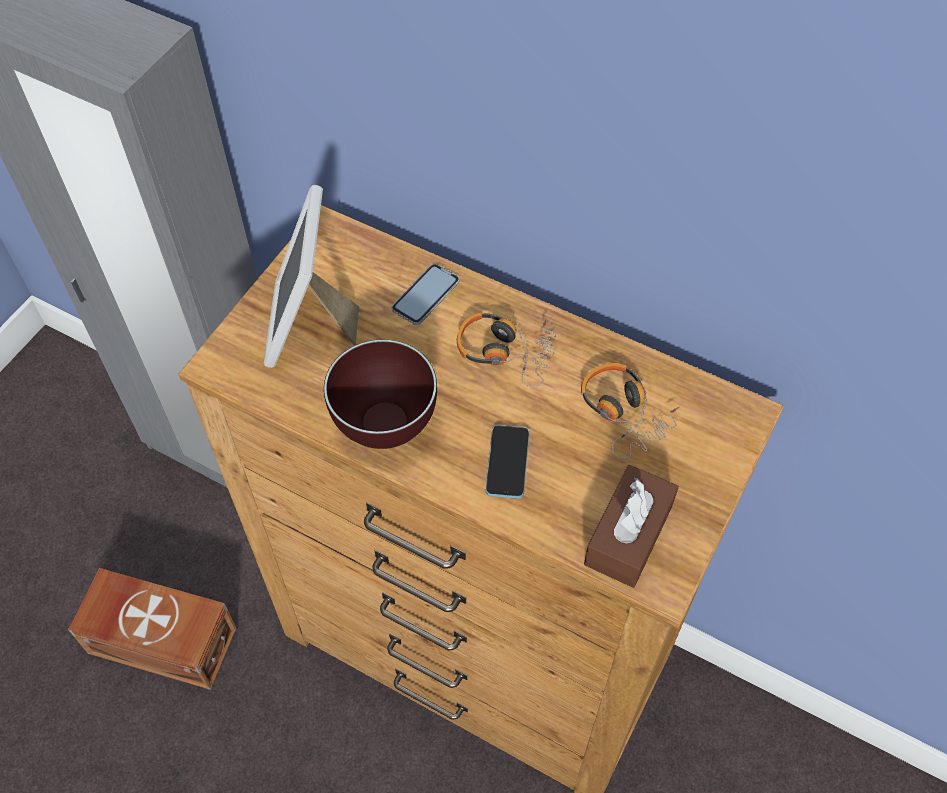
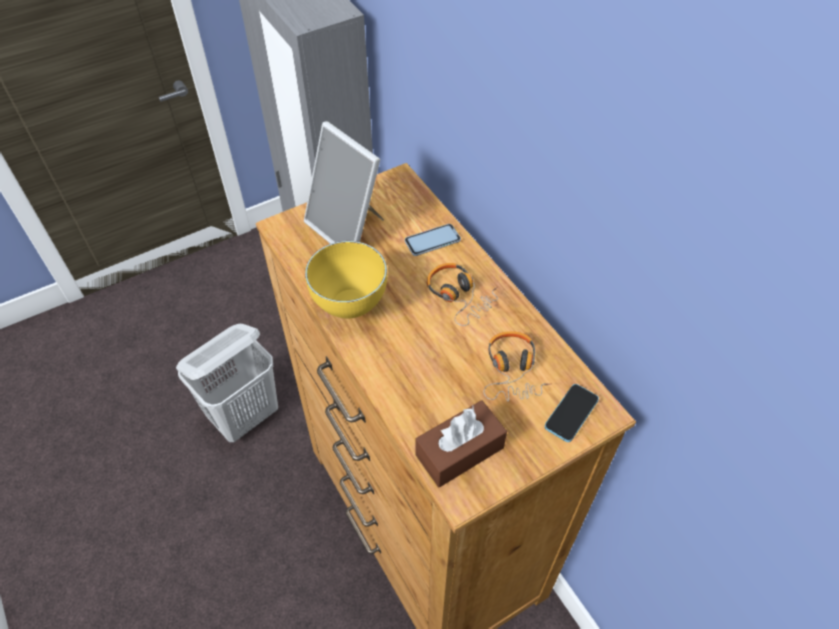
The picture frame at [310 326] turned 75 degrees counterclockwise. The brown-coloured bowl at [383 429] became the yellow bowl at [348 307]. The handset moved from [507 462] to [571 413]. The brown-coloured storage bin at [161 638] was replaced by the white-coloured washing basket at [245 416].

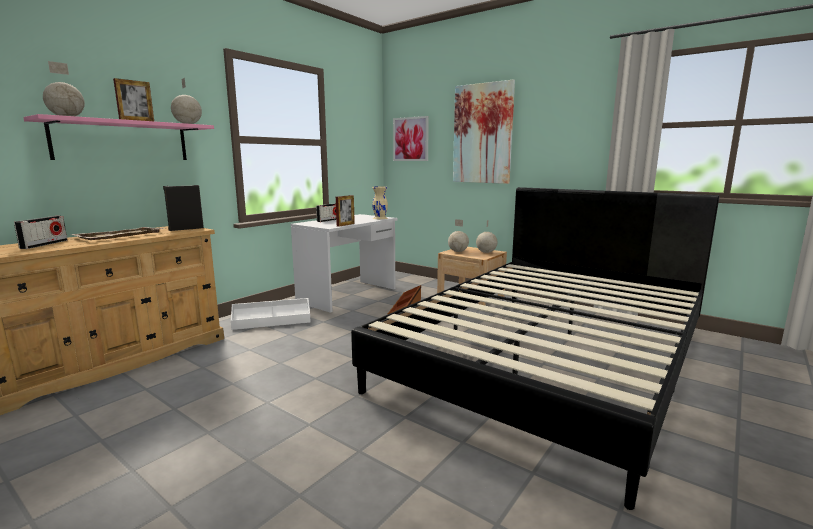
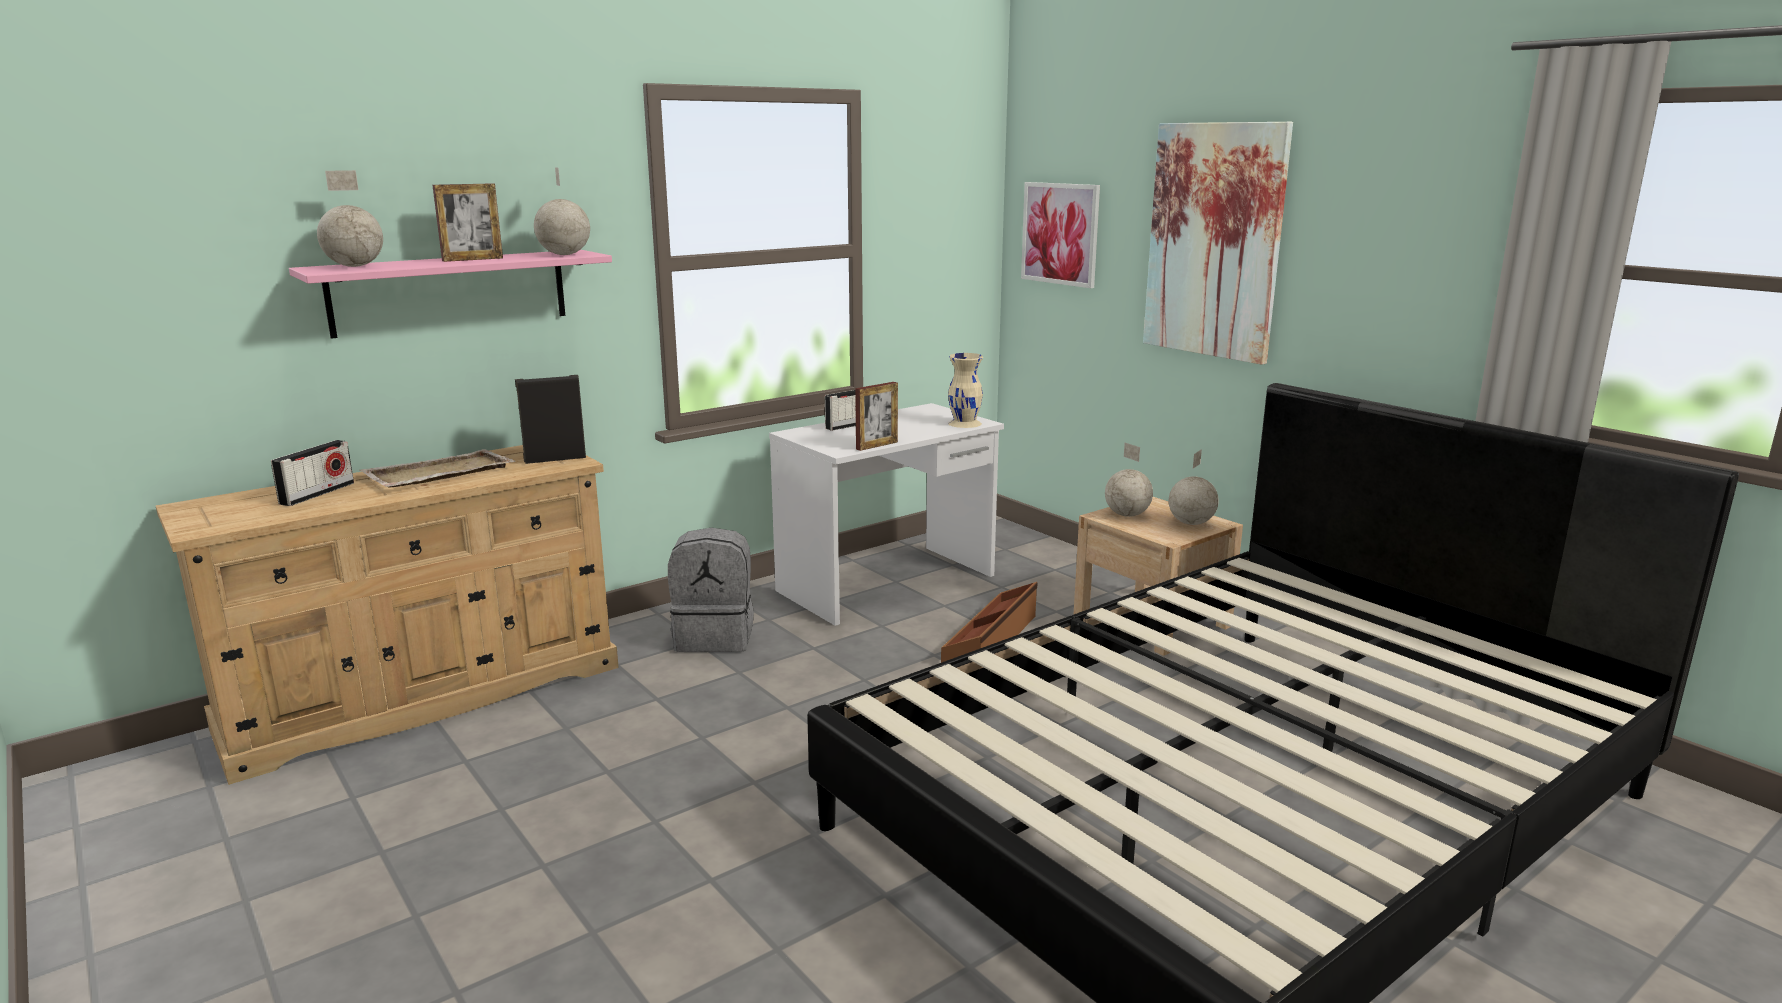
The white-coloured storage bin at [272 322] was replaced by the greyish knapsack at [715 637].

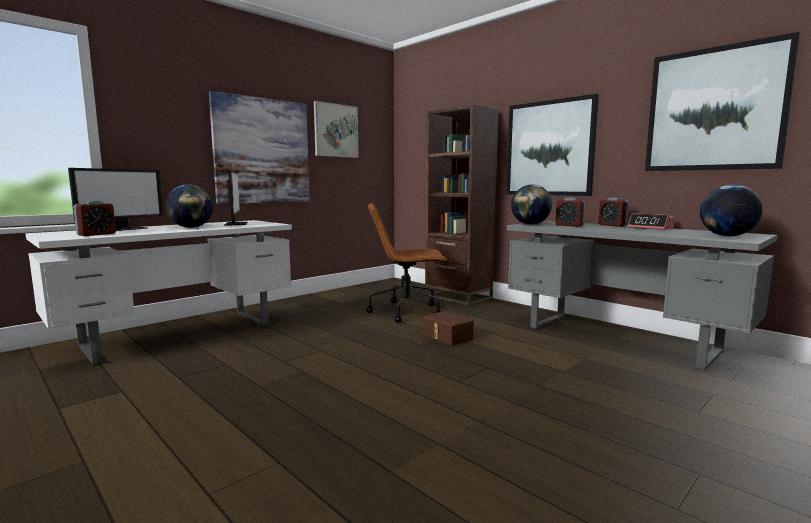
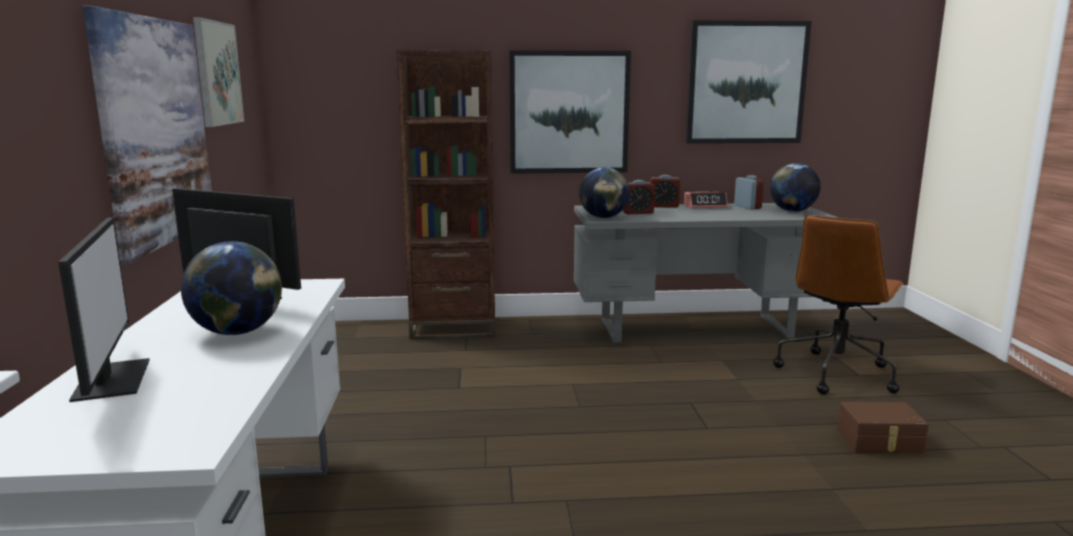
The table clock moved from [96 234] to [747 207]. The brown-coloured desk chair moved from [407 311] to [836 373]. The brown-coloured storage bin moved from [447 337] to [880 441].

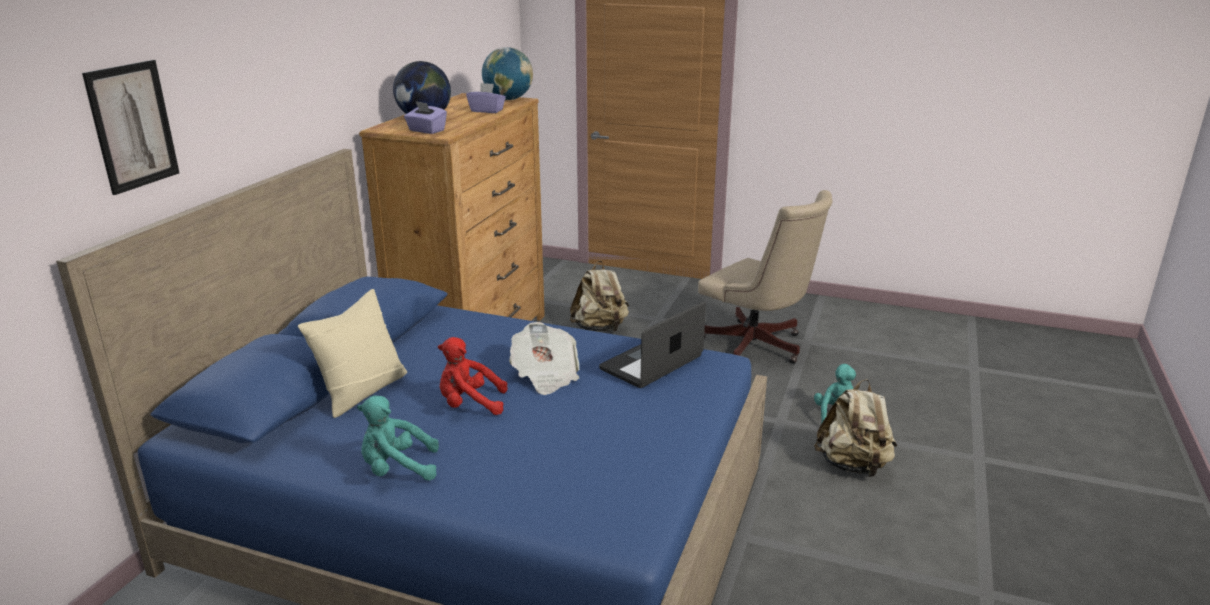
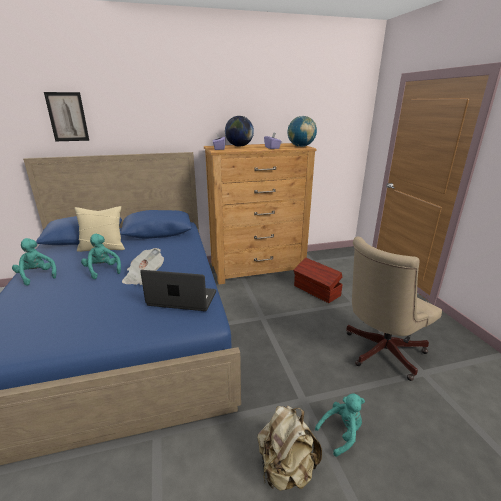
The beige desk chair at [757 347] turned 45 degrees clockwise. The beige knapsack at [600 328] was replaced by the brown-coloured storage bin at [316 291]. The red-coloured soft toy at [470 404] became the turquoise soft toy at [103 270].

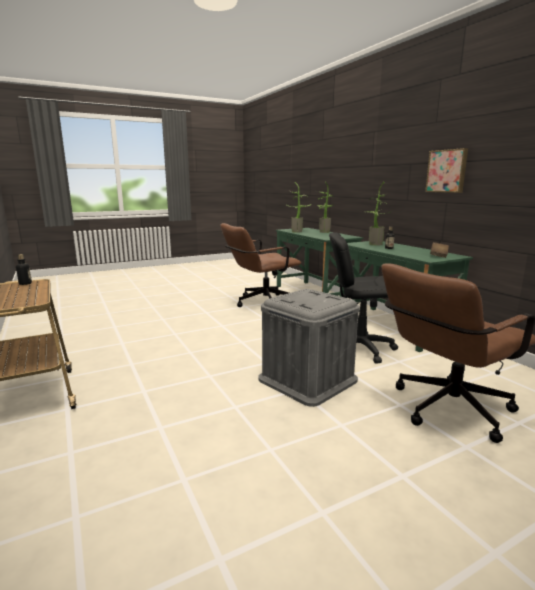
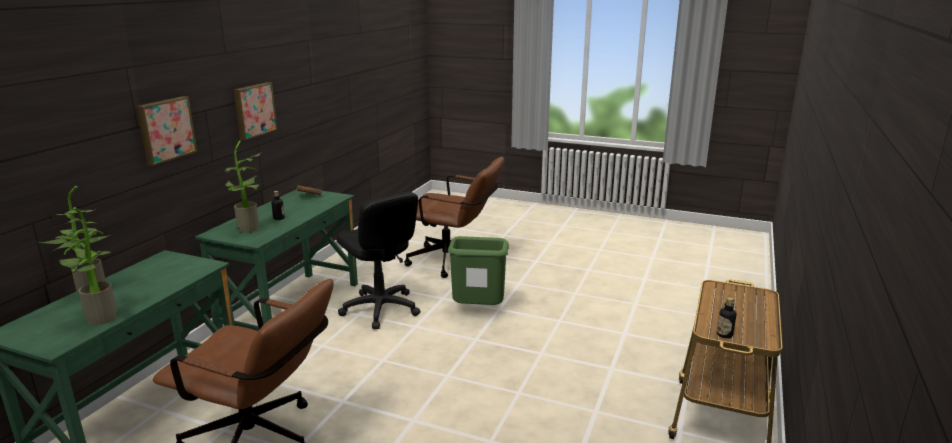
The greyish storage bin at [307 379] was replaced by the green-coloured rubbish bin at [478 311]. The wall art at [165 129] appeared.

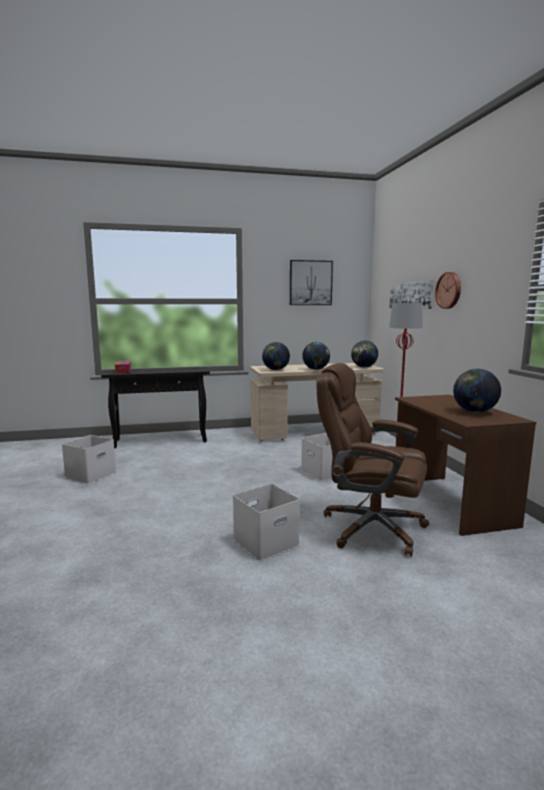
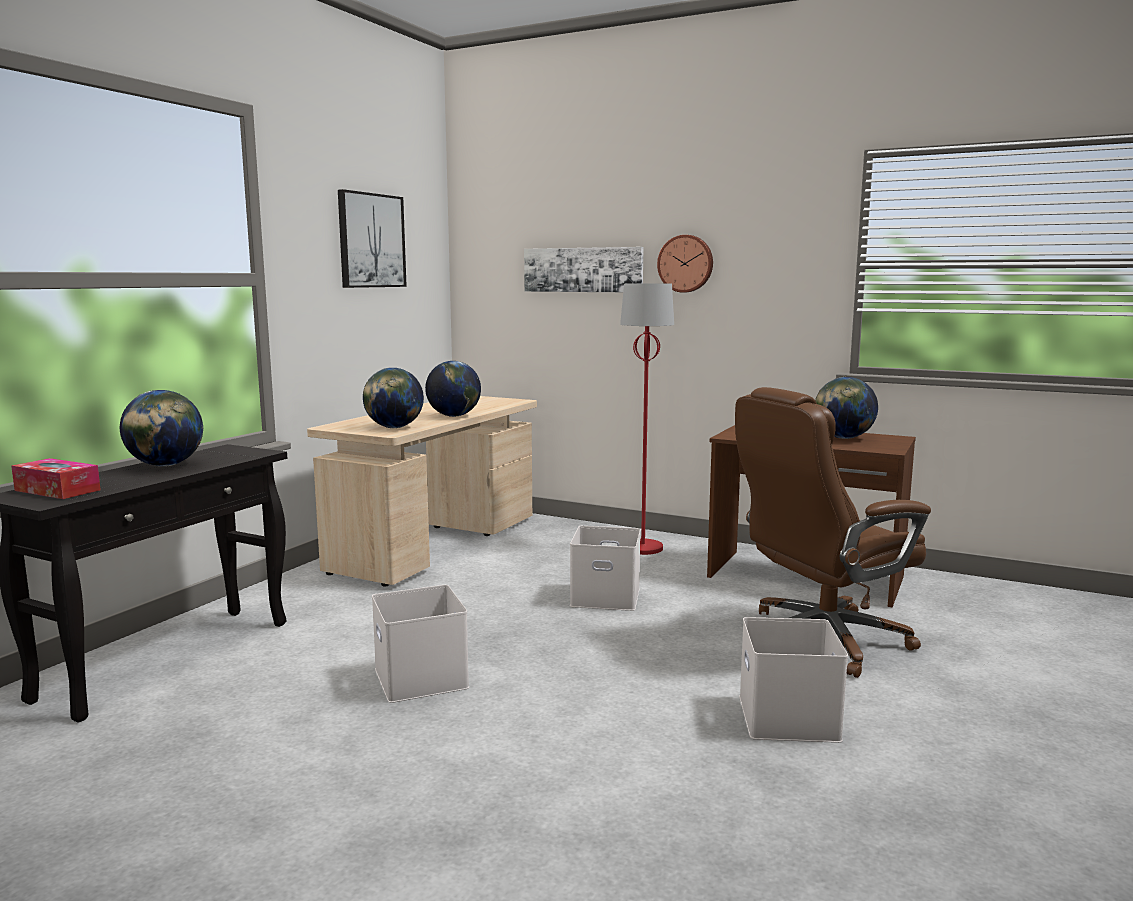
The globe moved from [364 367] to [165 465]. The white-coloured storage bin moved from [90 475] to [423 678].

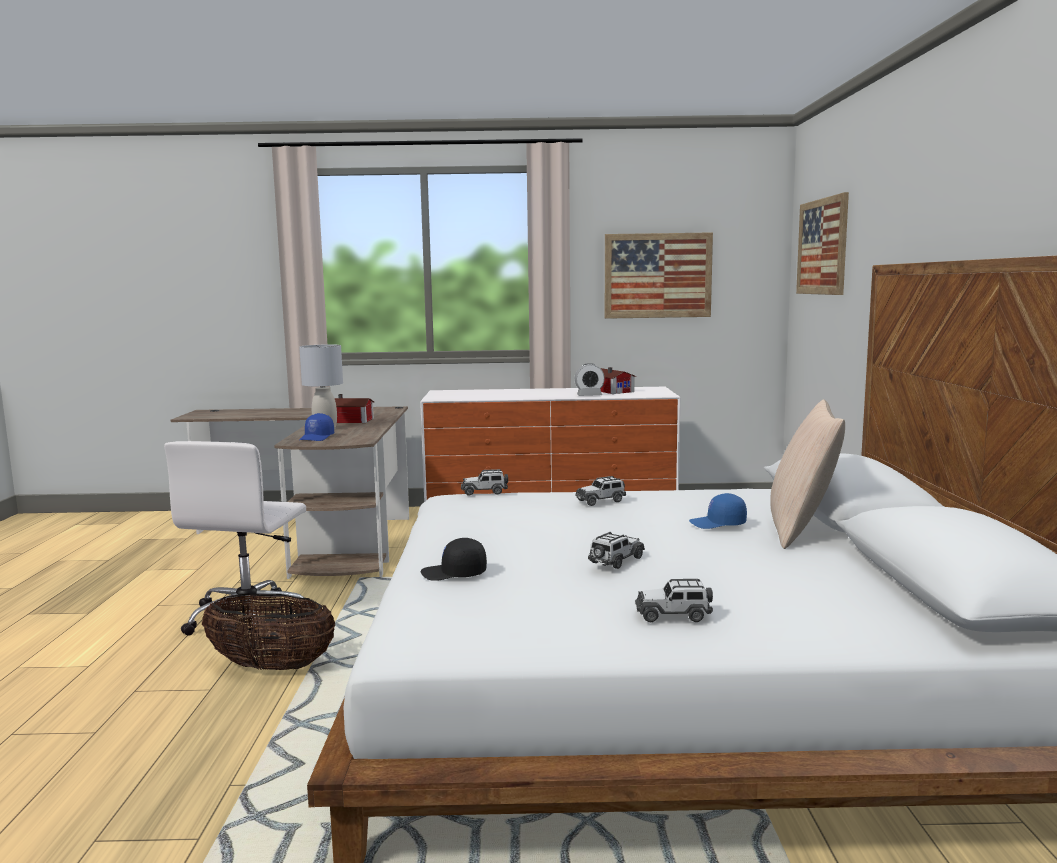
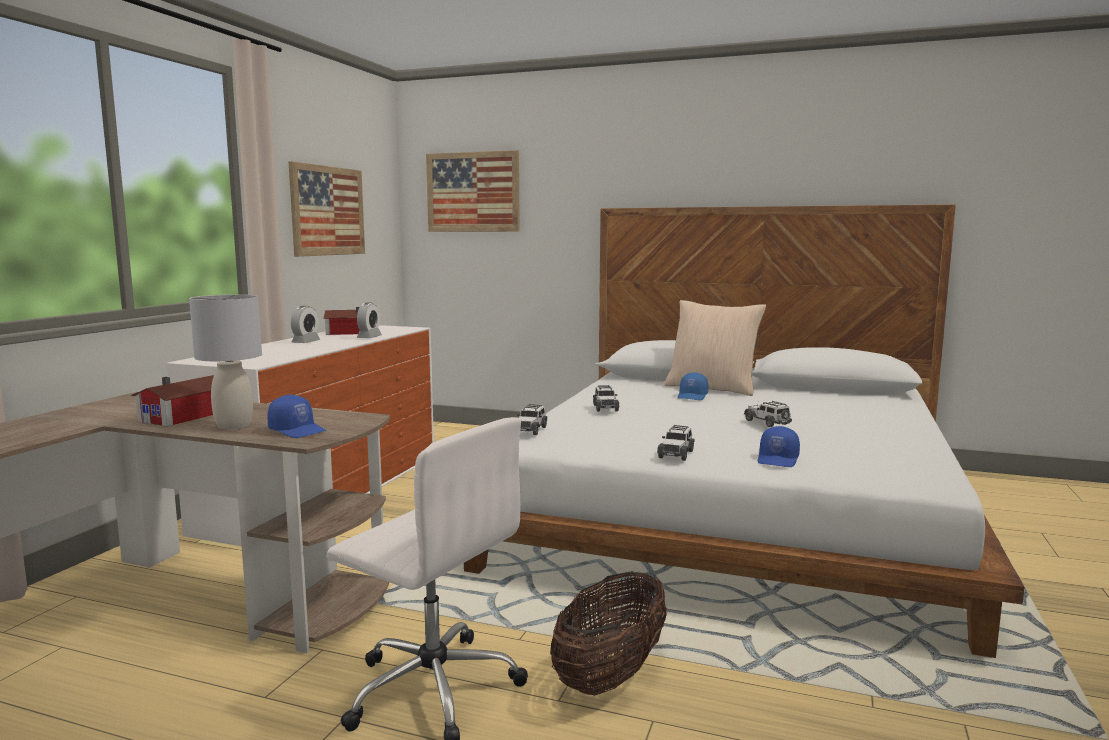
The black cap at [454 574] became the bluish cap at [778 460]. The miniature car moved from [673 615] to [676 454]. The table clock at [306 342] appeared.

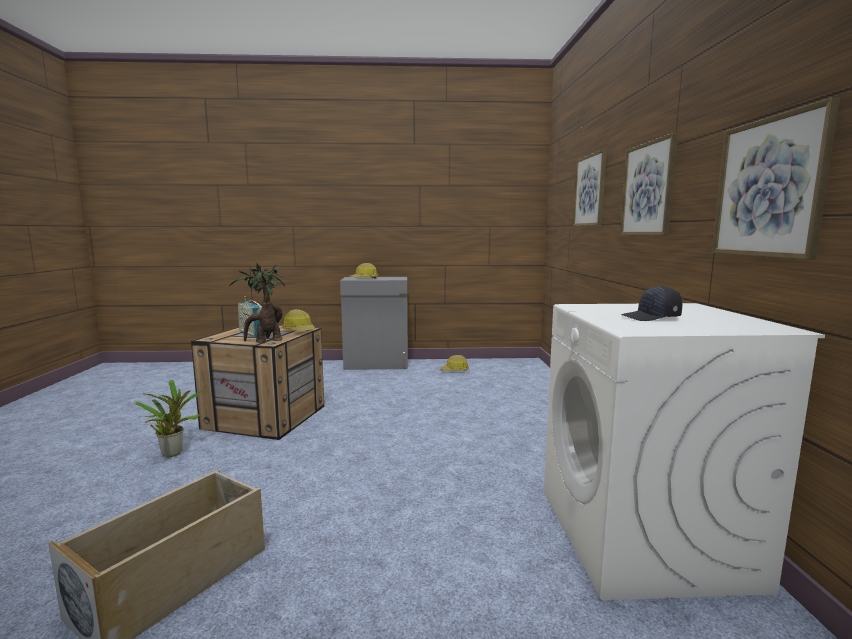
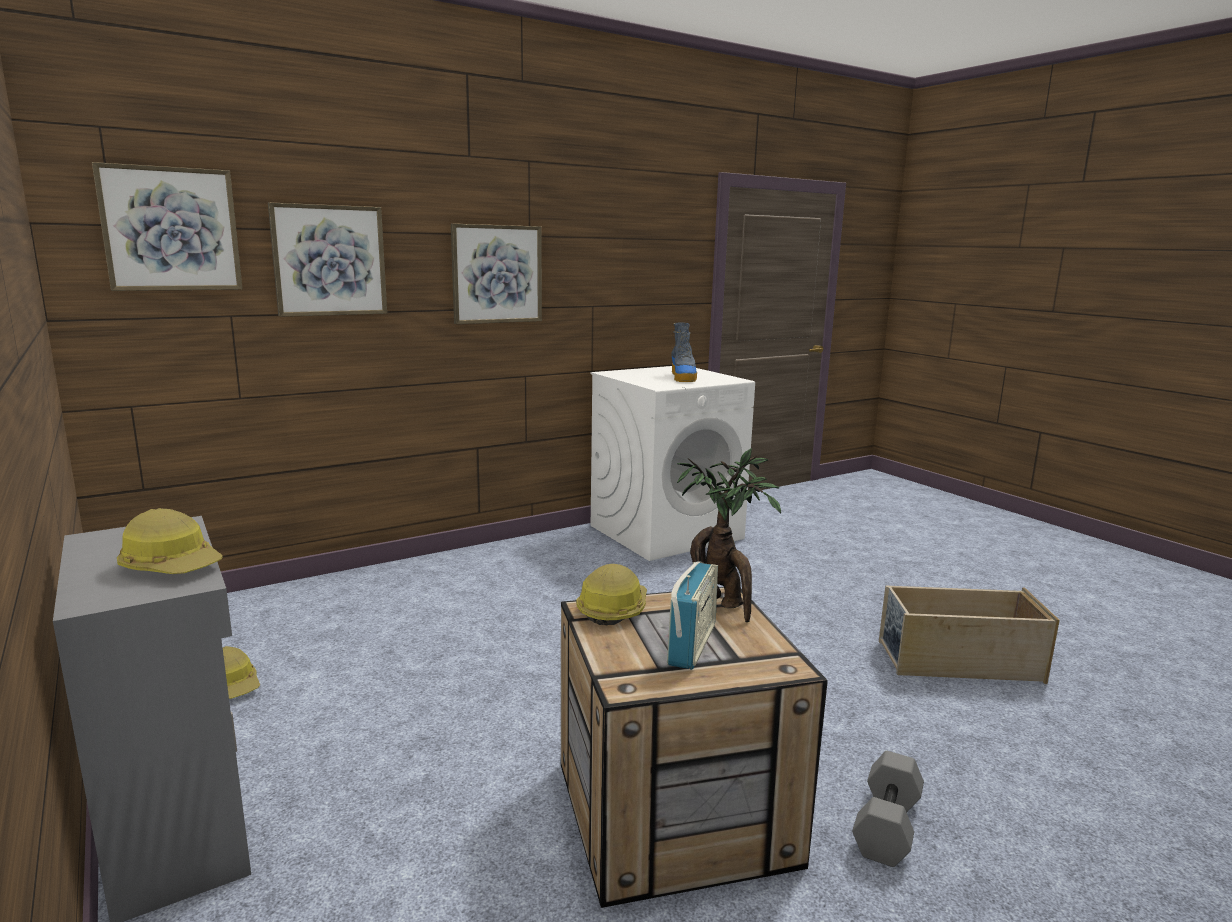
The wall art moved from [769 188] to [171 229]. The black cap at [651 317] was replaced by the tall boot at [683 377]. The plant in a pot at [173 452] was replaced by the greyish hand weight at [888 827].

